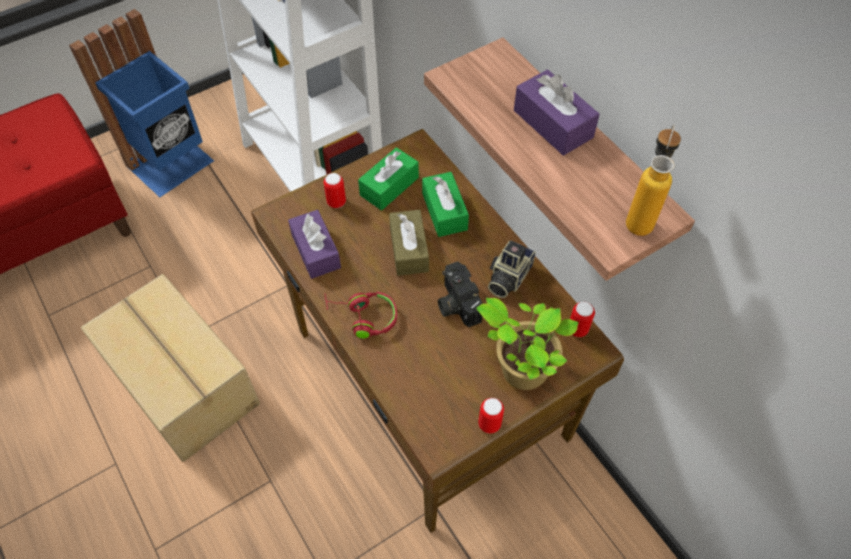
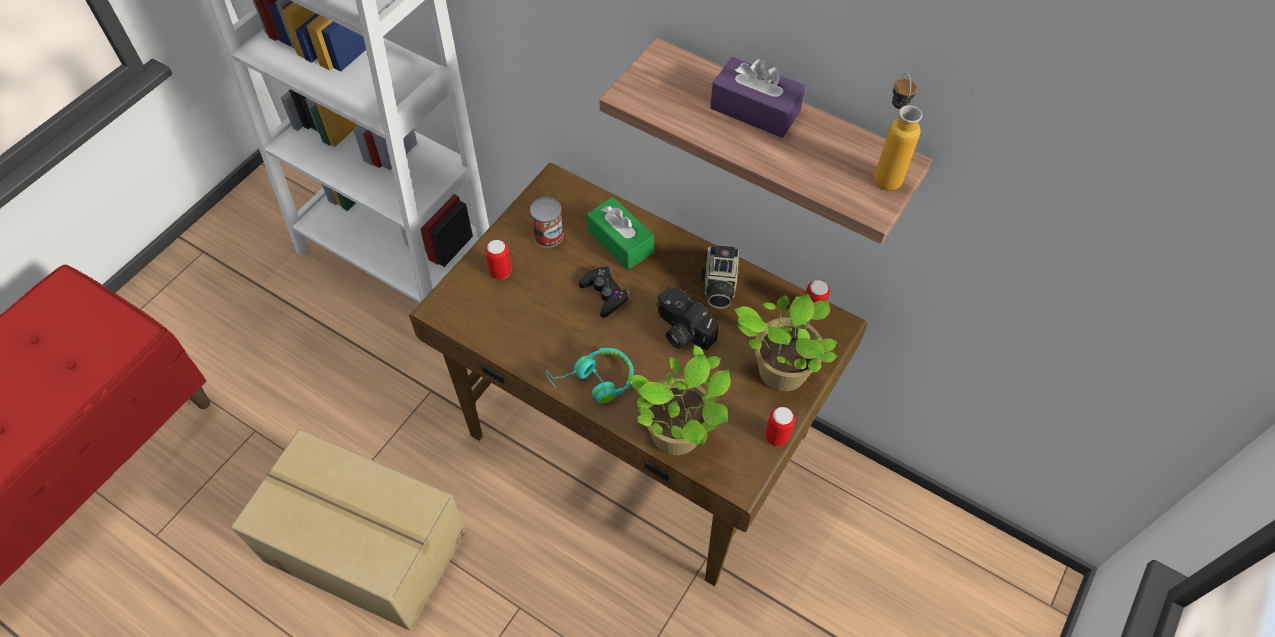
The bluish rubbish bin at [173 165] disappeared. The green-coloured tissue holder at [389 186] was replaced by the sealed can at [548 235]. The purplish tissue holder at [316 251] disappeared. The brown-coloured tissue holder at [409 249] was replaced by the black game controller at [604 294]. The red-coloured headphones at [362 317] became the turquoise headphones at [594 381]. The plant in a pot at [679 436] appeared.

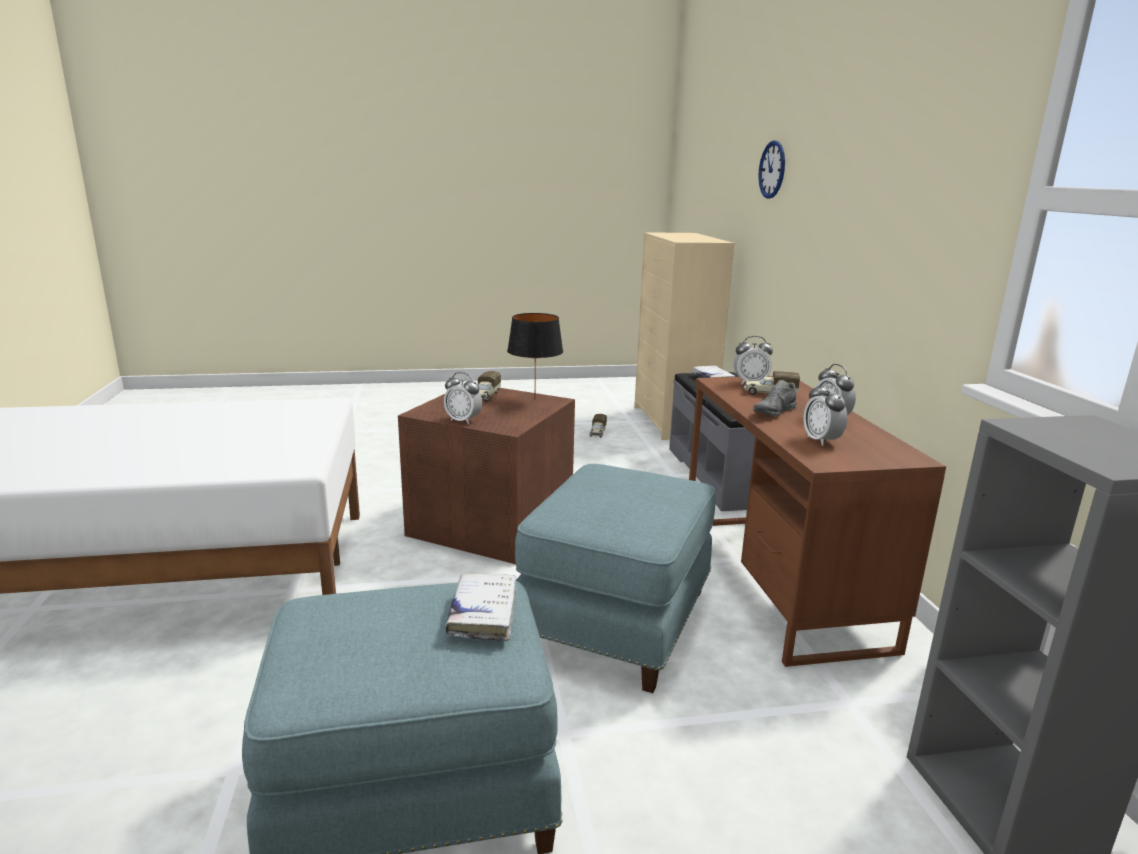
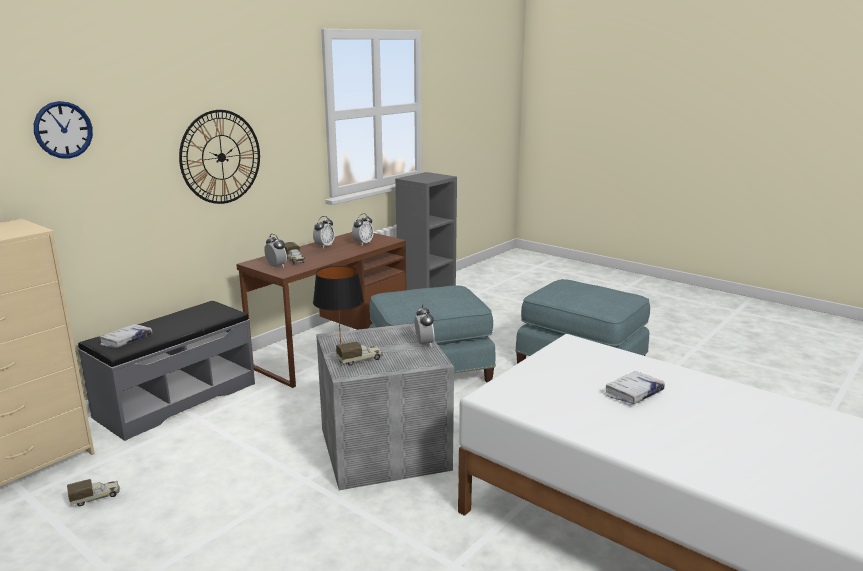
The greyish shoe at [774 412] disappeared. The brown-coloured storage bin at [494 522] became the greyish storage bin at [382 448]. The white-coloured book moved from [483 614] to [633 393]. The clock on the wall at [221 157] appeared.

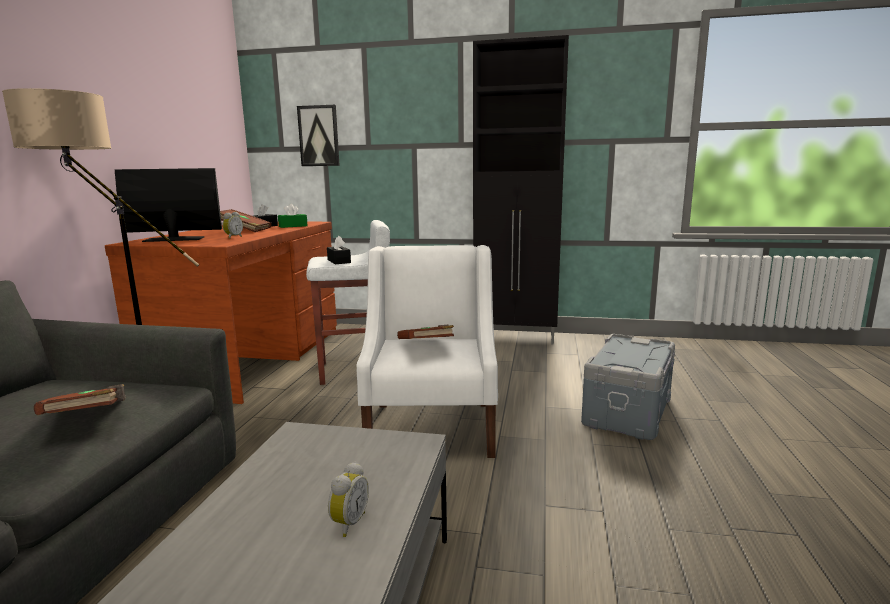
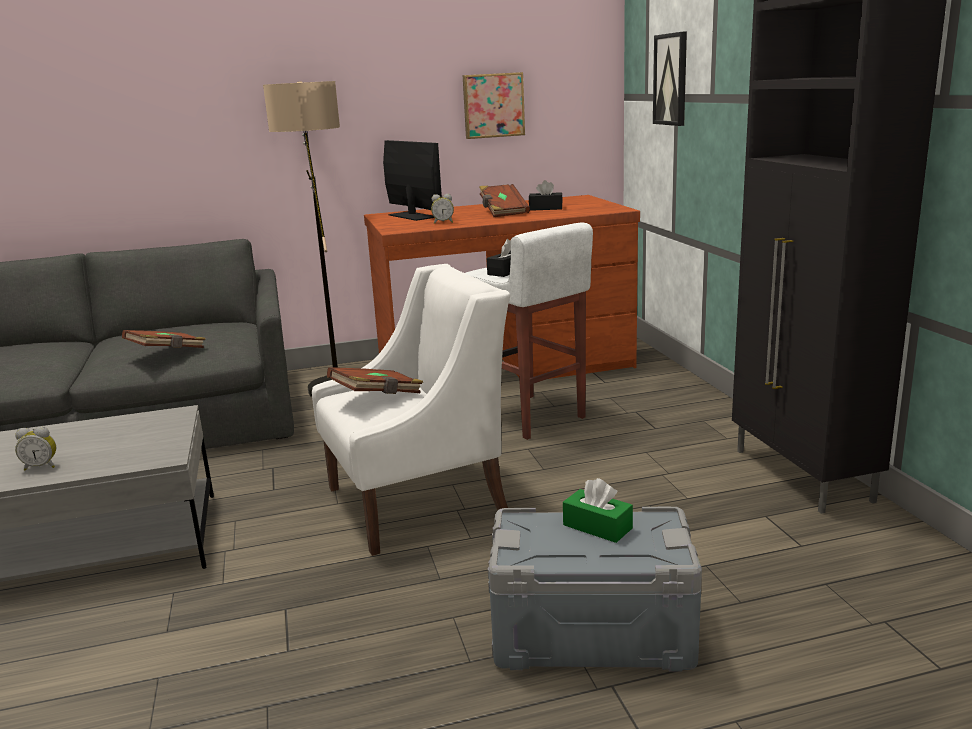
The green-coloured tissue holder moved from [293 226] to [597 527]. The wall art at [493 105] appeared.

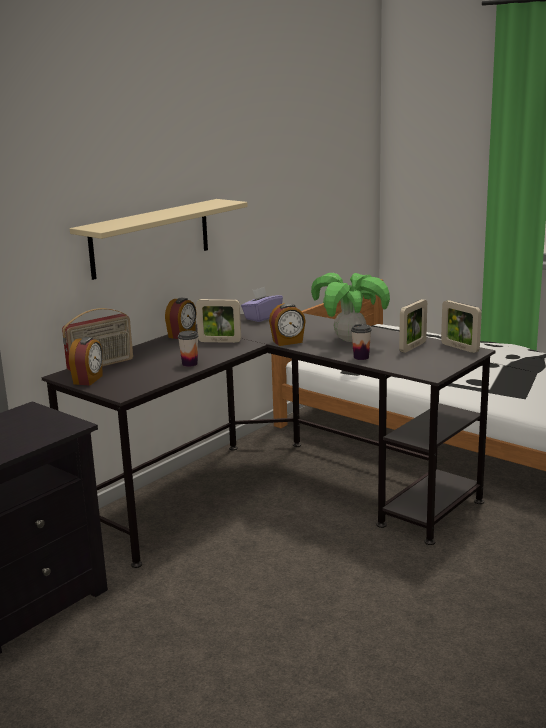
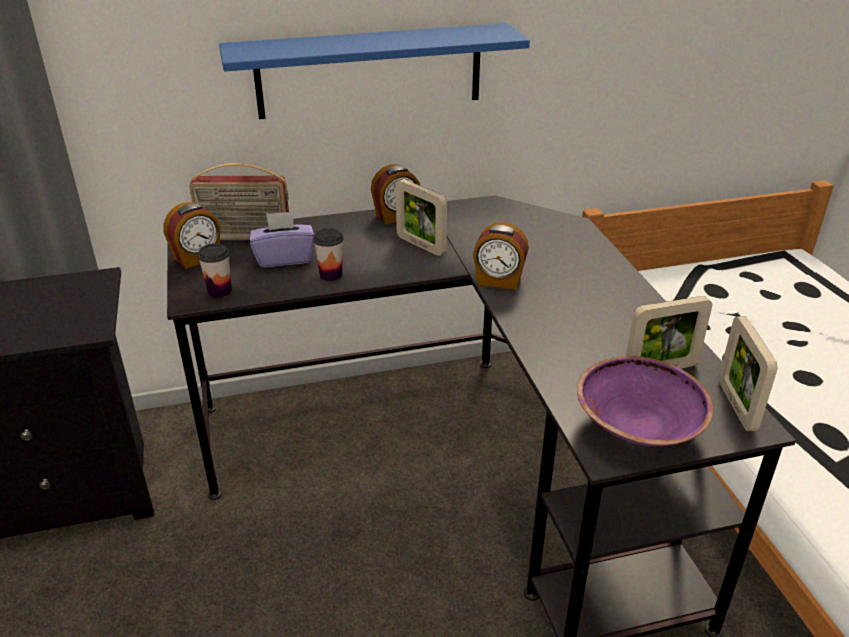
The beige bracket shelf at [150 238] became the bluish bracket shelf at [370 71]. The plant in a pot at [350 340] disappeared. The purplish tissue holder moved from [262 317] to [284 258]. The drinking cup moved from [361 357] to [219 291]. The purplish bowl at [637 427] appeared.

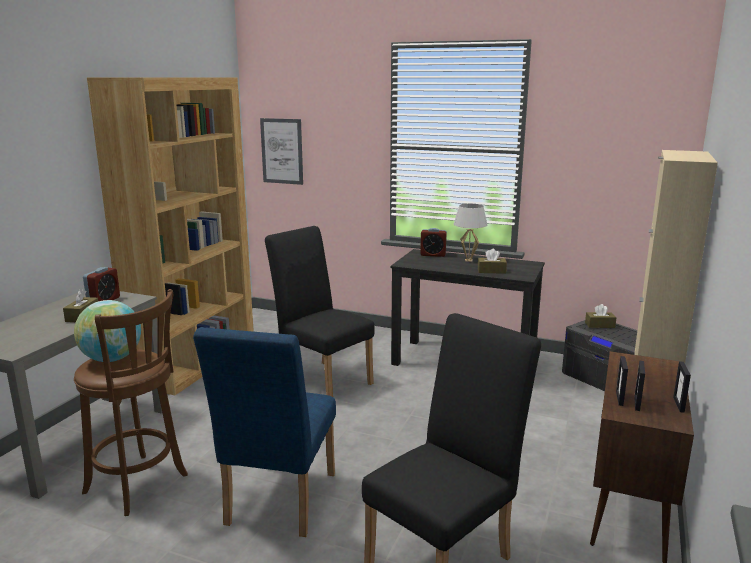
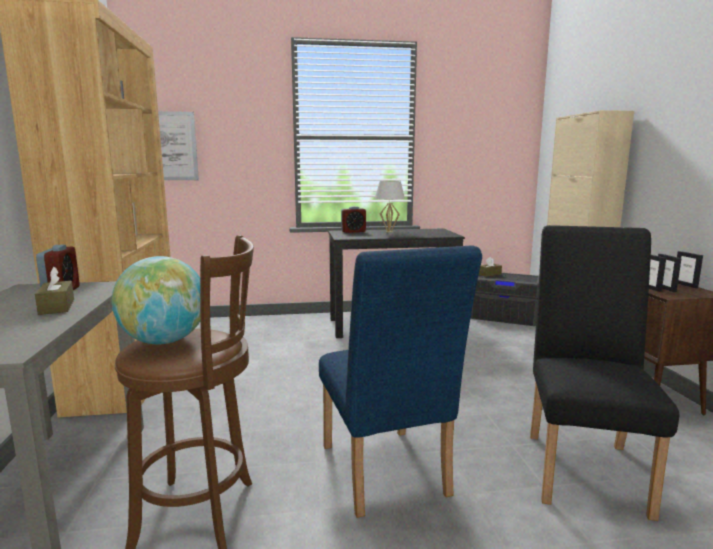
The black plain chair at [322 379] disappeared. The brown-coloured tissue holder at [491 271] disappeared.

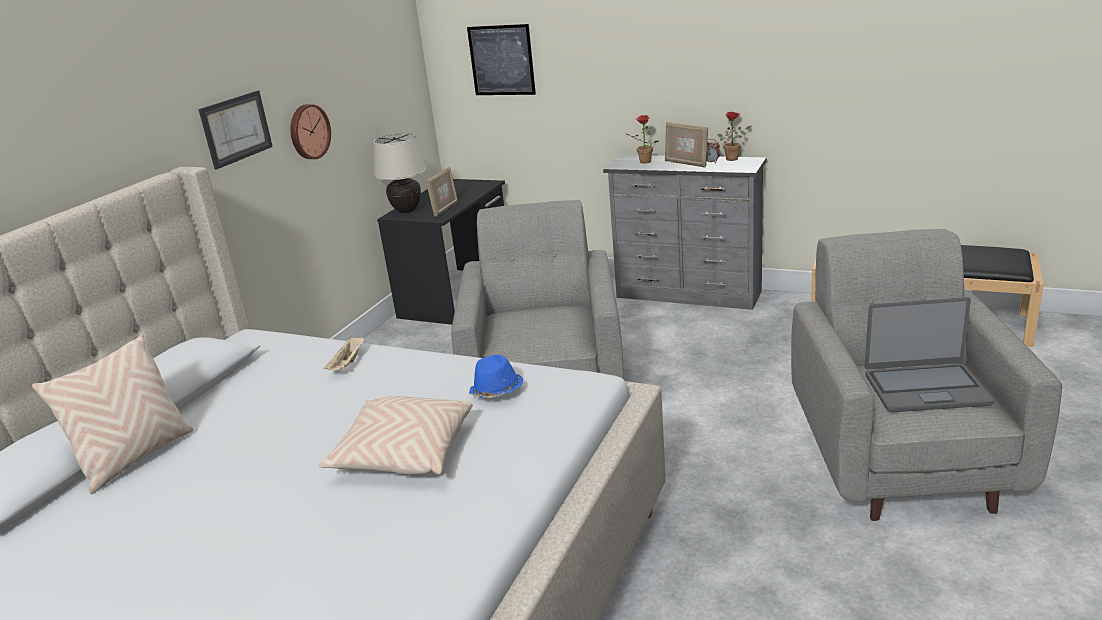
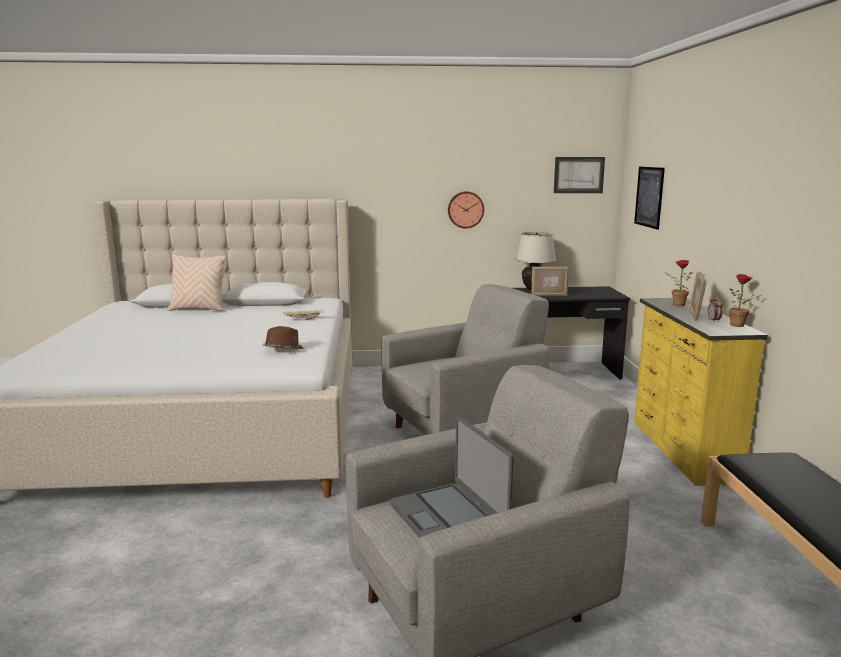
The wall art moved from [236 129] to [578 175]. The greyish dresser at [688 295] became the yellow dresser at [681 450]. The bluish hat at [496 392] became the brown-coloured hat at [282 350]. The beige throw pillow at [404 454] disappeared.

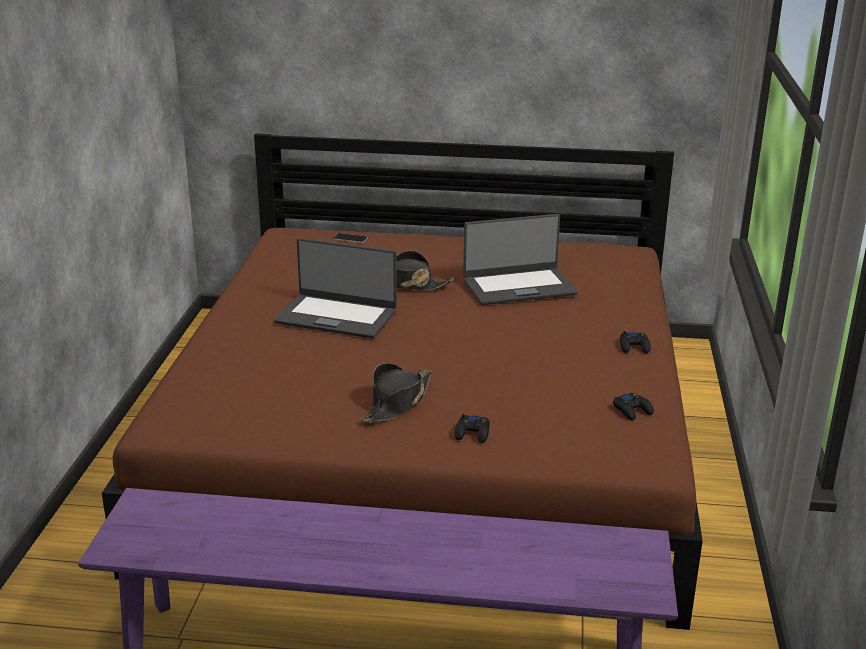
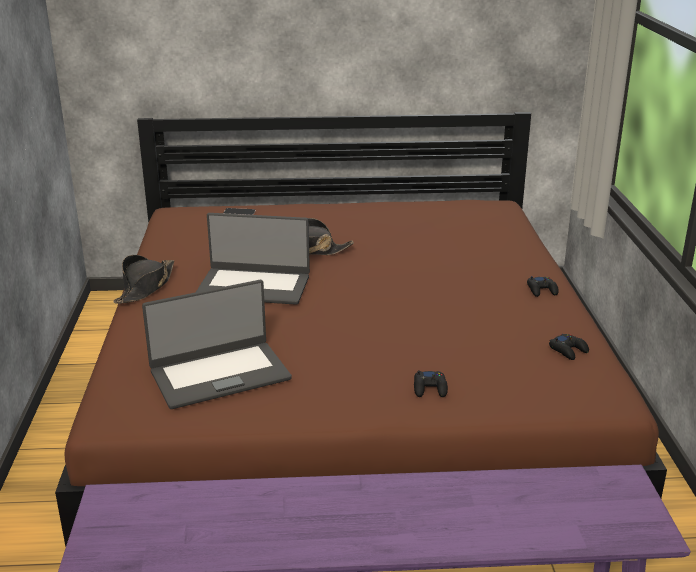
The notebook computer moved from [518 286] to [219 374]. The black hat moved from [397 403] to [145 287].

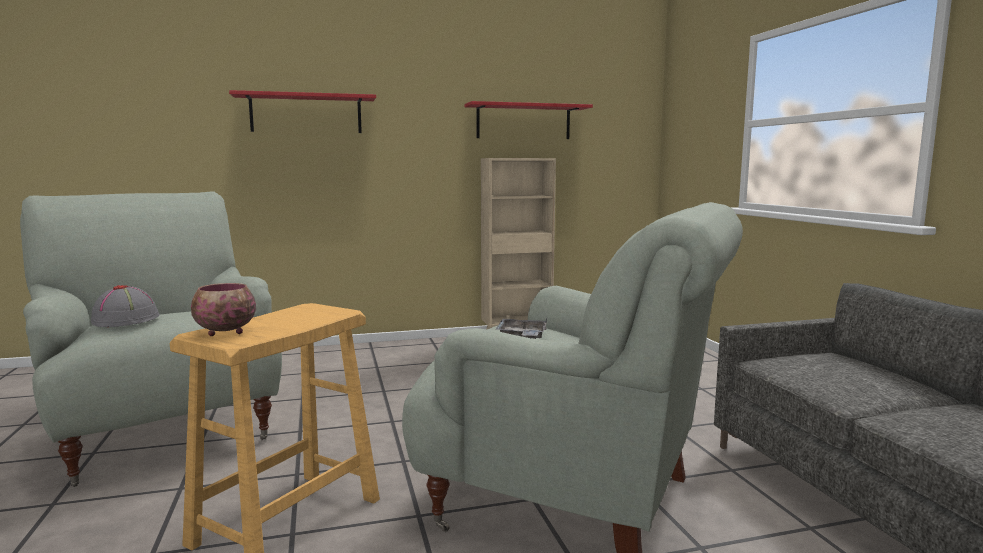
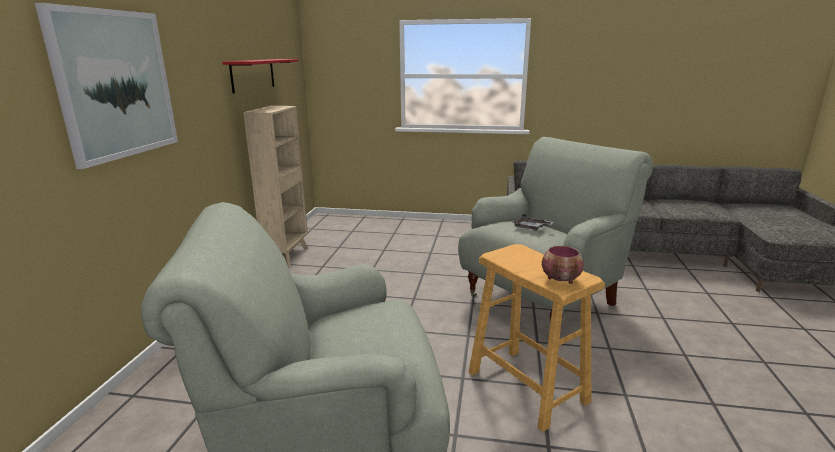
The red-coloured bracket shelf at [306 114] was replaced by the wall art at [116 84]. The greyish hat at [126 319] disappeared.

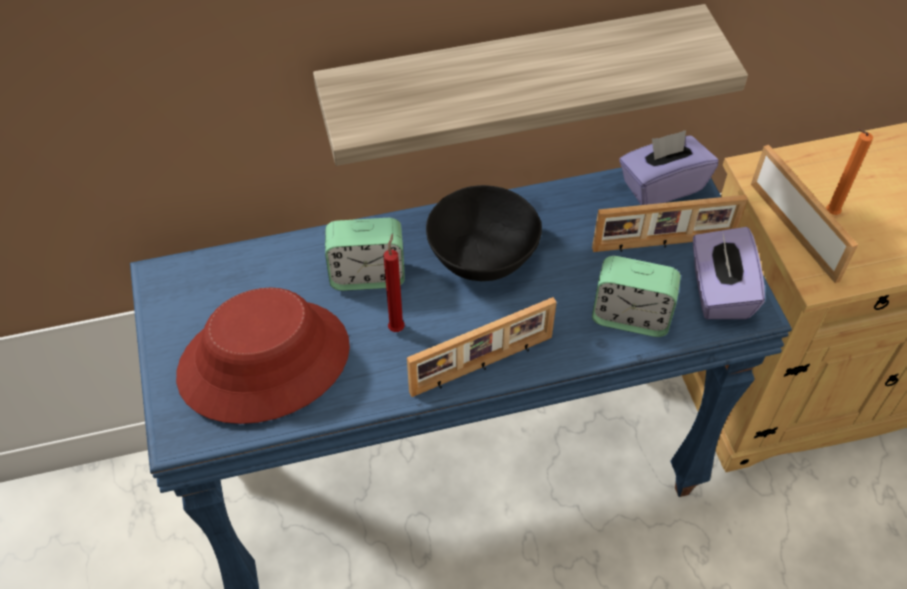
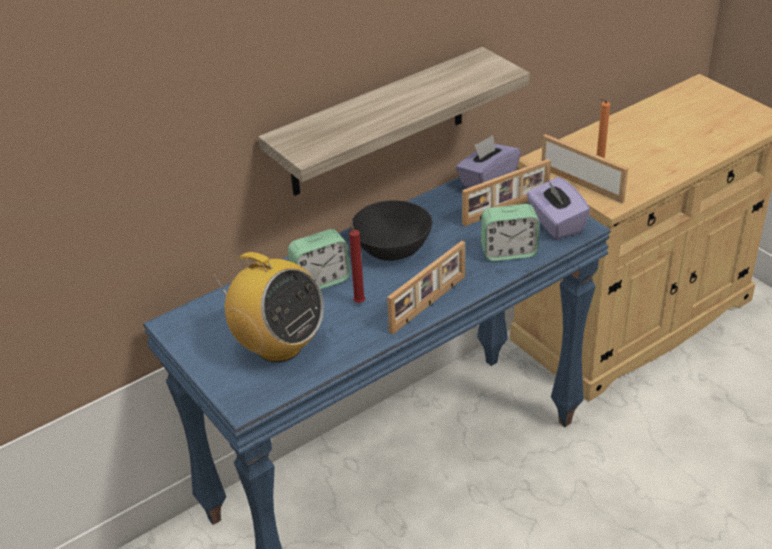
The red-coloured hat at [264 361] was replaced by the radio set at [278 346].

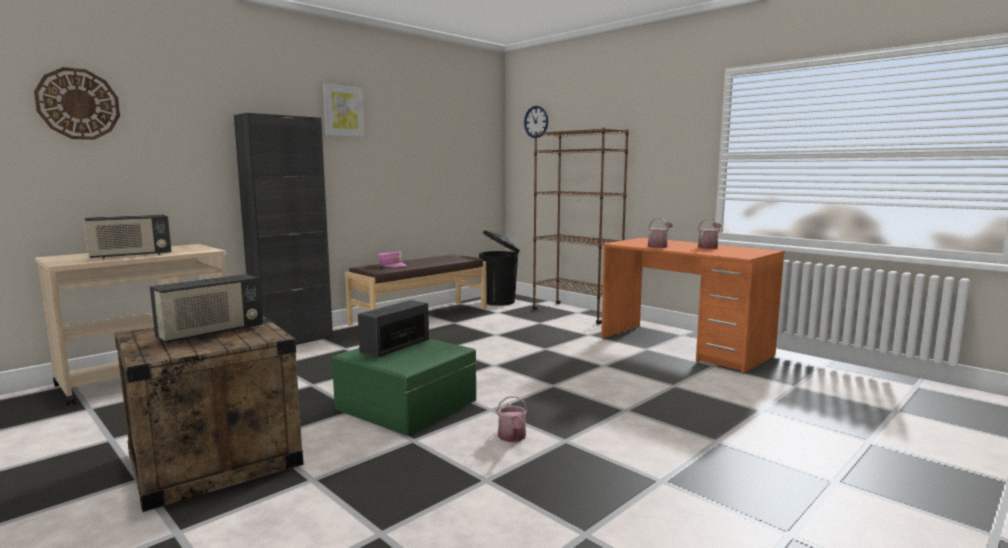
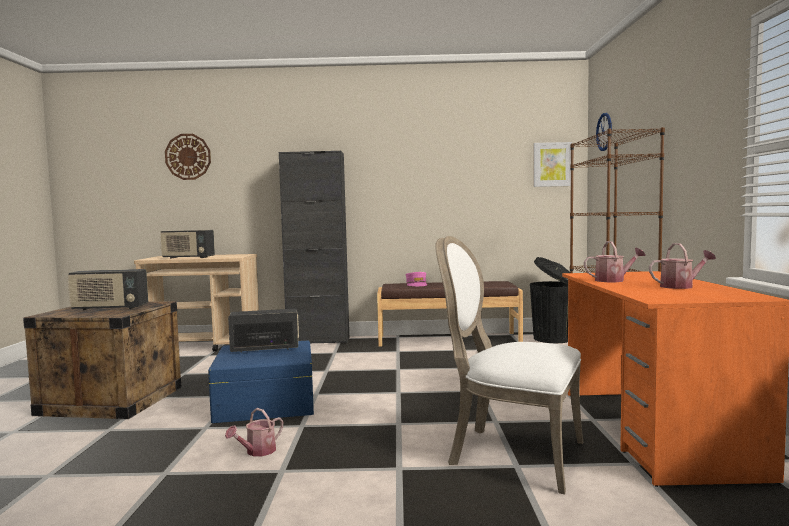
The wall art moved from [343 111] to [552 164]. The green-coloured storage bin at [405 404] became the bluish storage bin at [264 402]. The white-coloured plain chair at [510 454] appeared.

